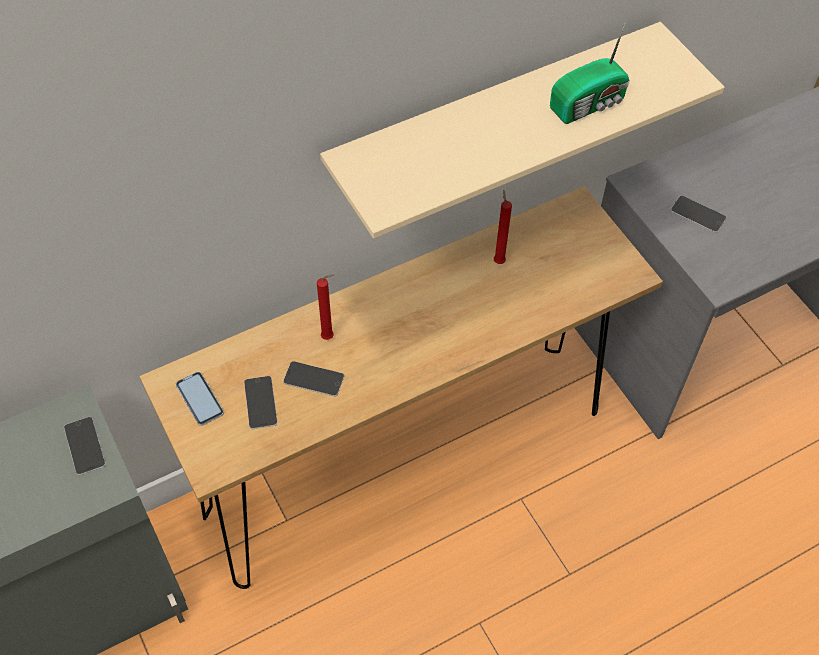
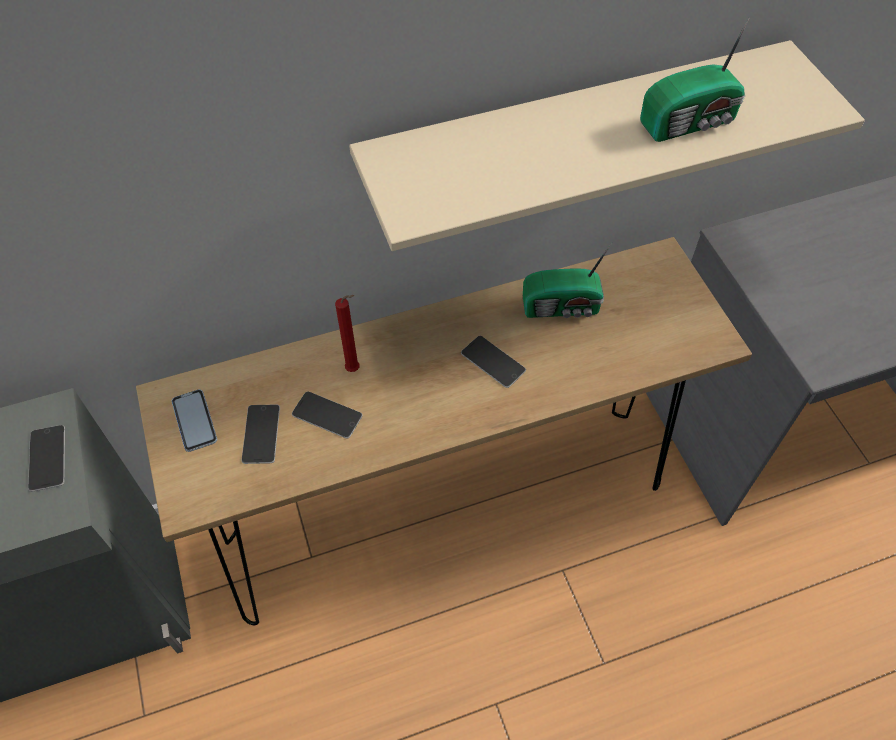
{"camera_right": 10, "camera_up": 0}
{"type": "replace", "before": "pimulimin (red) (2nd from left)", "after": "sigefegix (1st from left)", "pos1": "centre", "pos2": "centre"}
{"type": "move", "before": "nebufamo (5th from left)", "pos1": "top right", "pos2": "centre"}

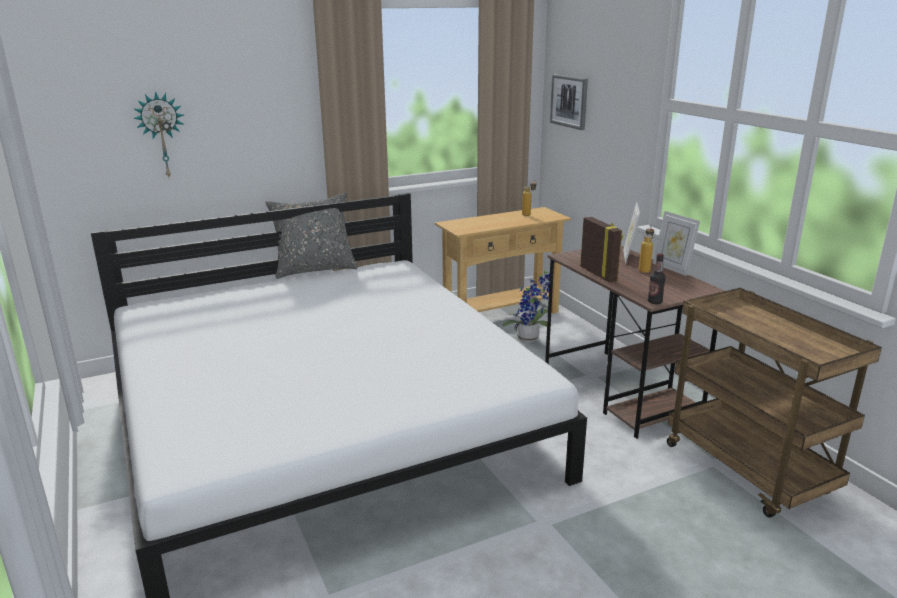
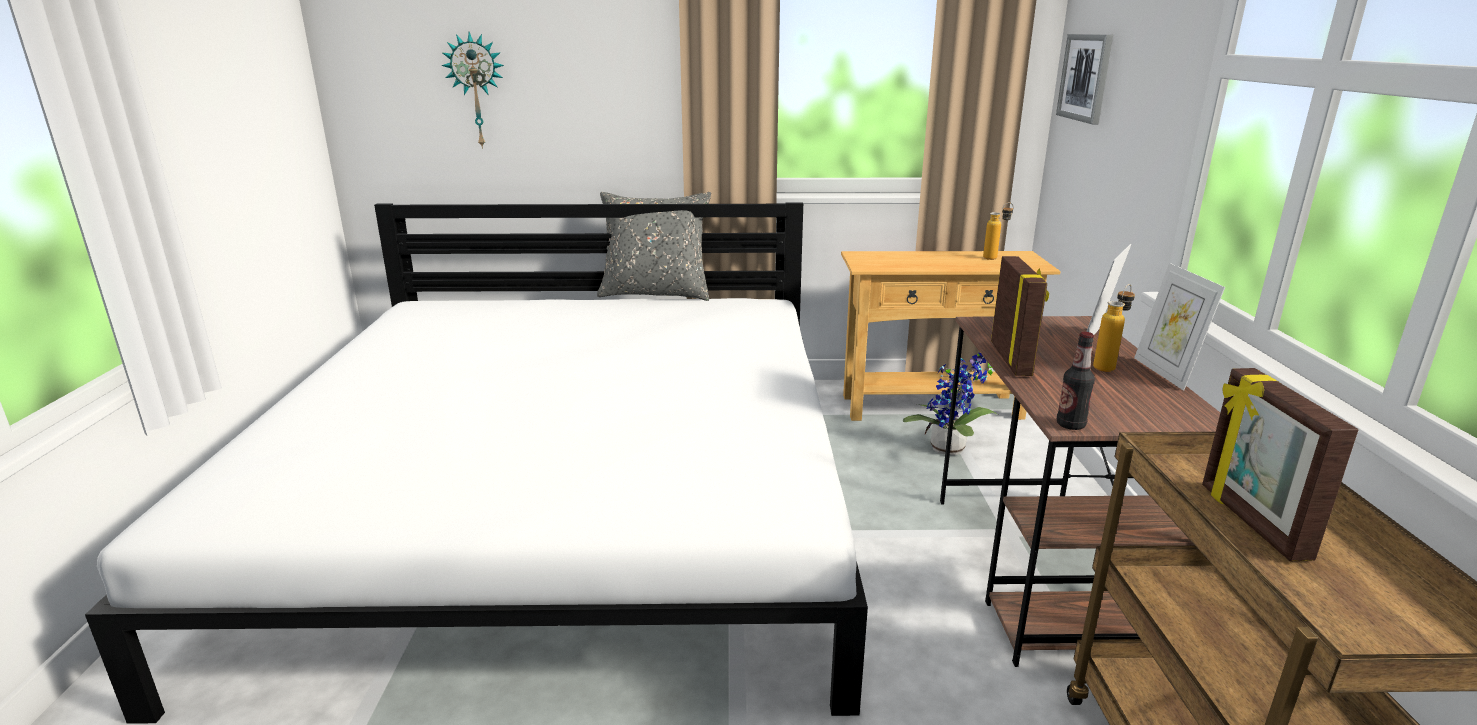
{"camera_right": 25, "camera_up": 0}
{"type": "insert", "after": "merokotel (4th from left)", "pos2": "middle right"}

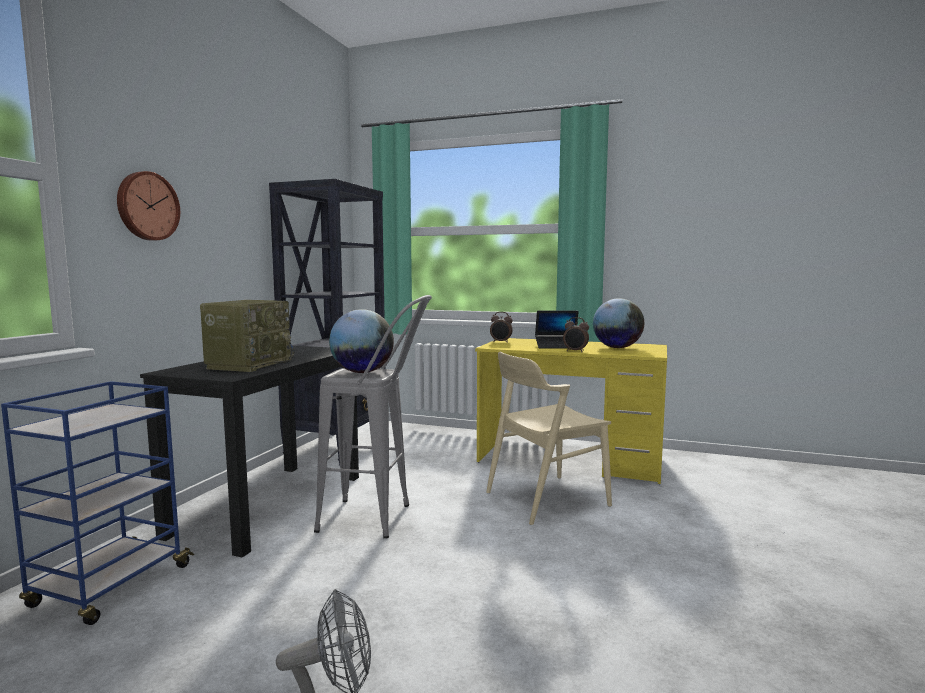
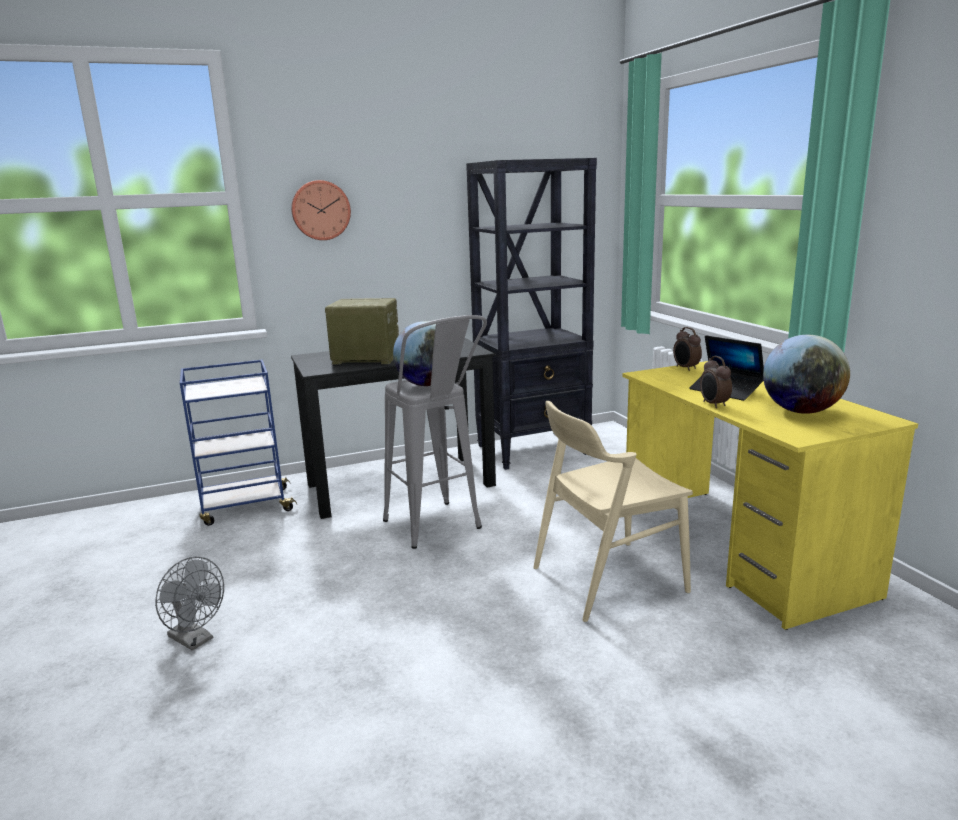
{"camera_right": 50, "camera_up": 10}
{"type": "rotate", "before": "sigefegix", "pos1": "middle left", "pos2": "centre", "turn": -150}
{"type": "rotate", "before": "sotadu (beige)", "pos1": "centre", "pos2": "centre", "turn": -45}

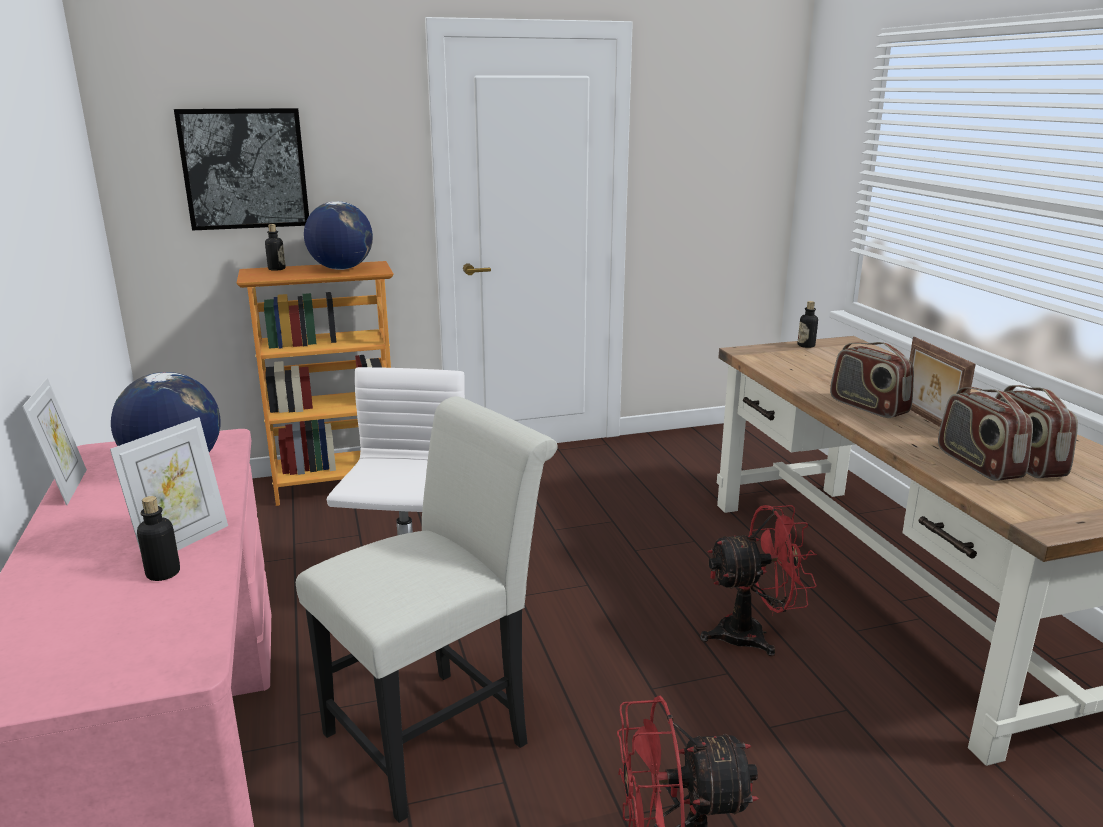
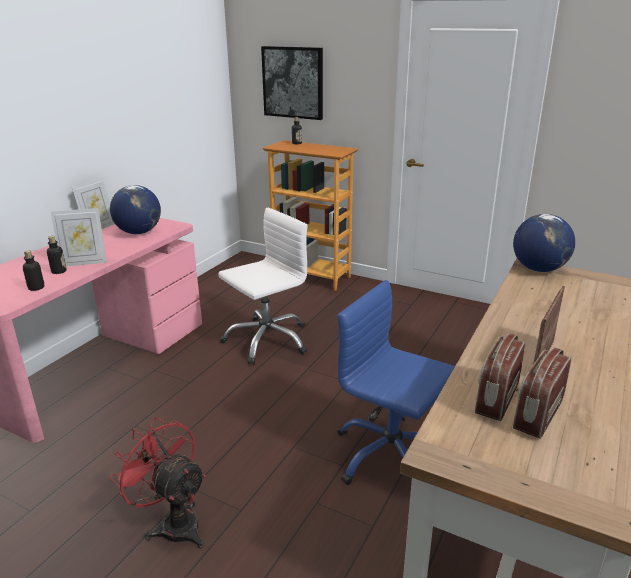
{"camera_right": 45, "camera_up": 5}
{"type": "delete", "before": "sotadu (white)", "pos1": "bottom centre"}
{"type": "move", "before": "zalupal (2nd from left)", "pos1": "top left", "pos2": "middle right"}
{"type": "replace", "before": "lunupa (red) (2nd from left)", "after": "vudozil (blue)", "pos1": "bottom right", "pos2": "centre"}
{"type": "move", "before": "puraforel (3rd from left in the first image)", "after": "puraforel (1st from left)", "pos1": "middle right", "pos2": "middle left"}
{"type": "delete", "before": "sigefegix (1st from left)", "pos1": "middle right"}

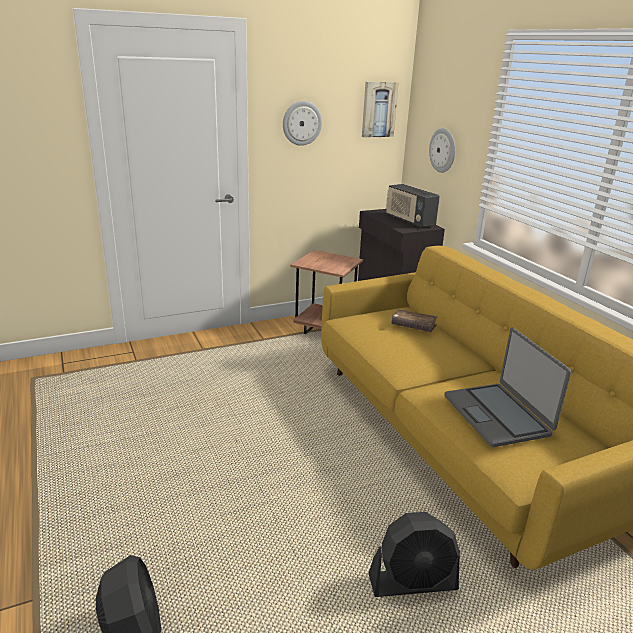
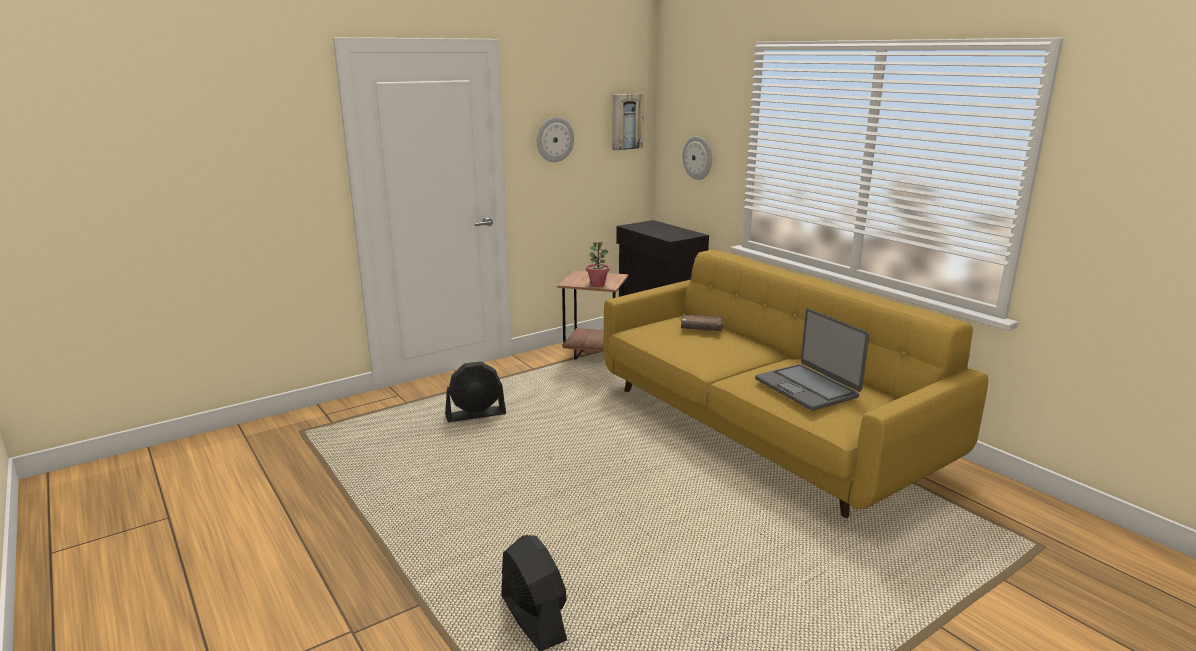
{"camera_right": -10, "camera_up": -5}
{"type": "move", "before": "lunupa (black) (2nd from left in the first image)", "after": "lunupa (black) (1st from left)", "pos1": "bottom centre", "pos2": "centre"}
{"type": "delete", "before": "sigefegix", "pos1": "top centre"}
{"type": "insert", "after": "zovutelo", "pos2": "centre"}

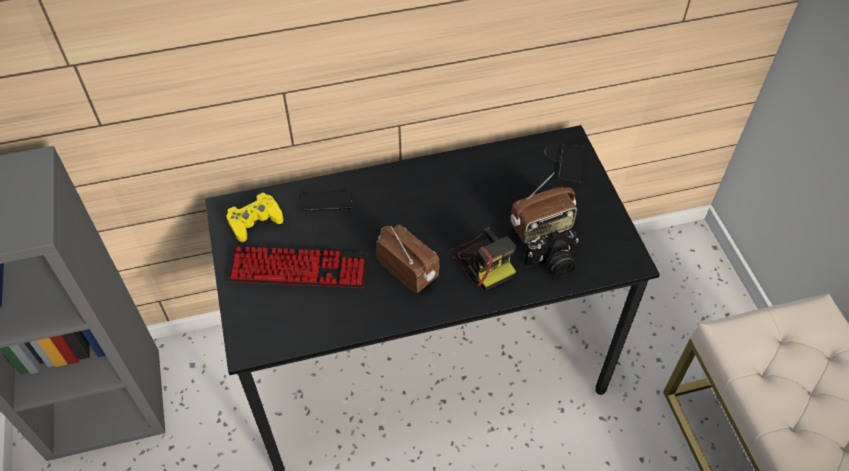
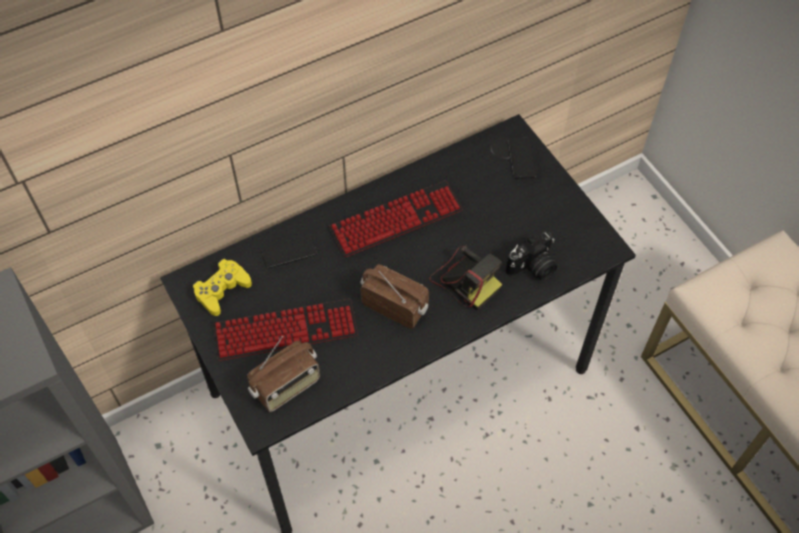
{"camera_right": -15, "camera_up": 5}
{"type": "move", "before": "sigefegix (2nd from left in the first image)", "after": "sigefegix (1st from left)", "pos1": "centre", "pos2": "bottom centre"}
{"type": "insert", "after": "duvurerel (2nd from left)", "pos2": "centre"}

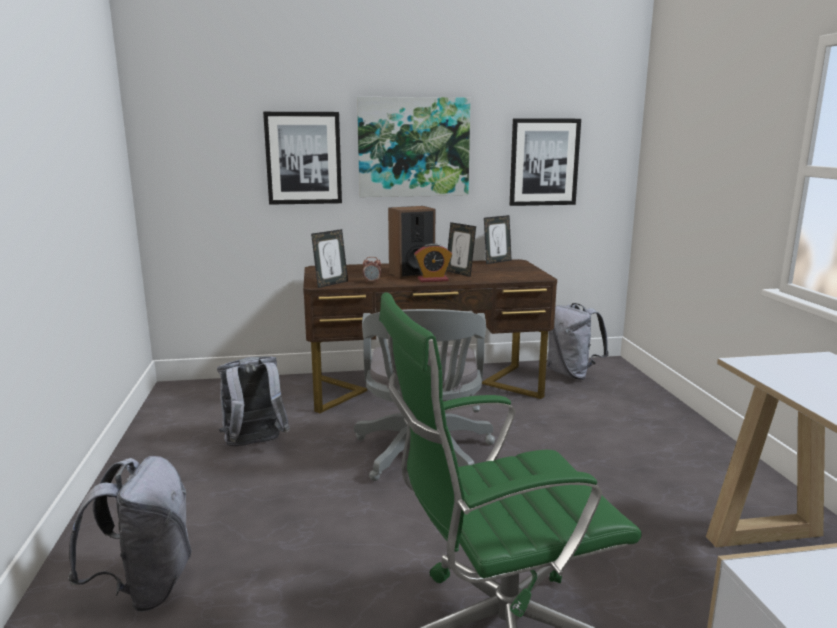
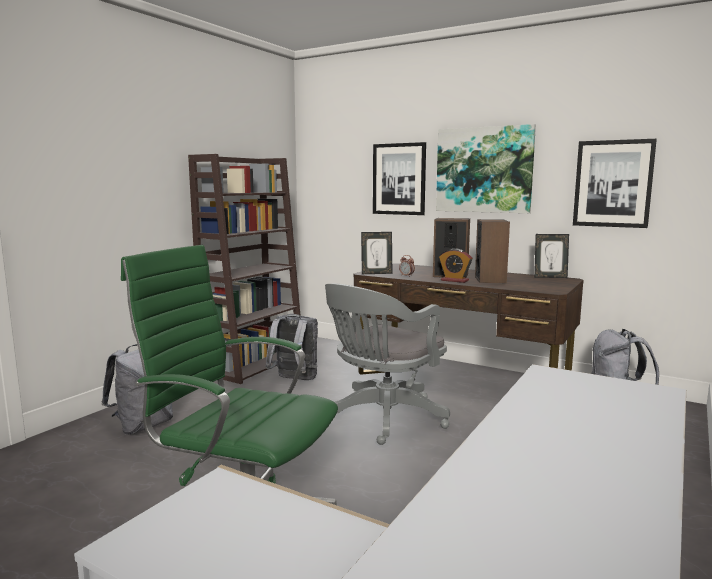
{"camera_right": 40, "camera_up": -5}
{"type": "replace", "before": "merokotel (2nd from left)", "after": "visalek (2nd from left)", "pos1": "centre", "pos2": "middle right"}
{"type": "insert", "after": "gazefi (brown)", "pos2": "centre"}

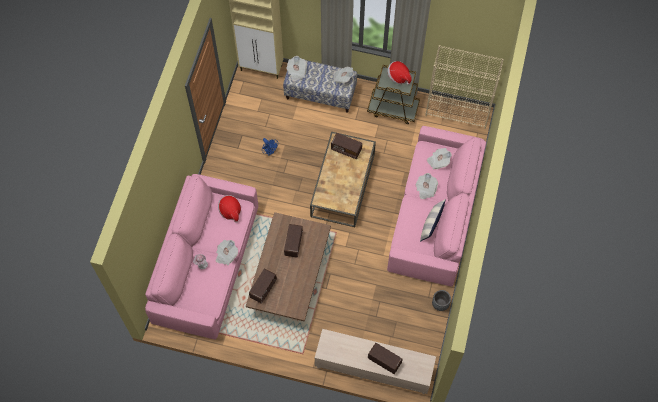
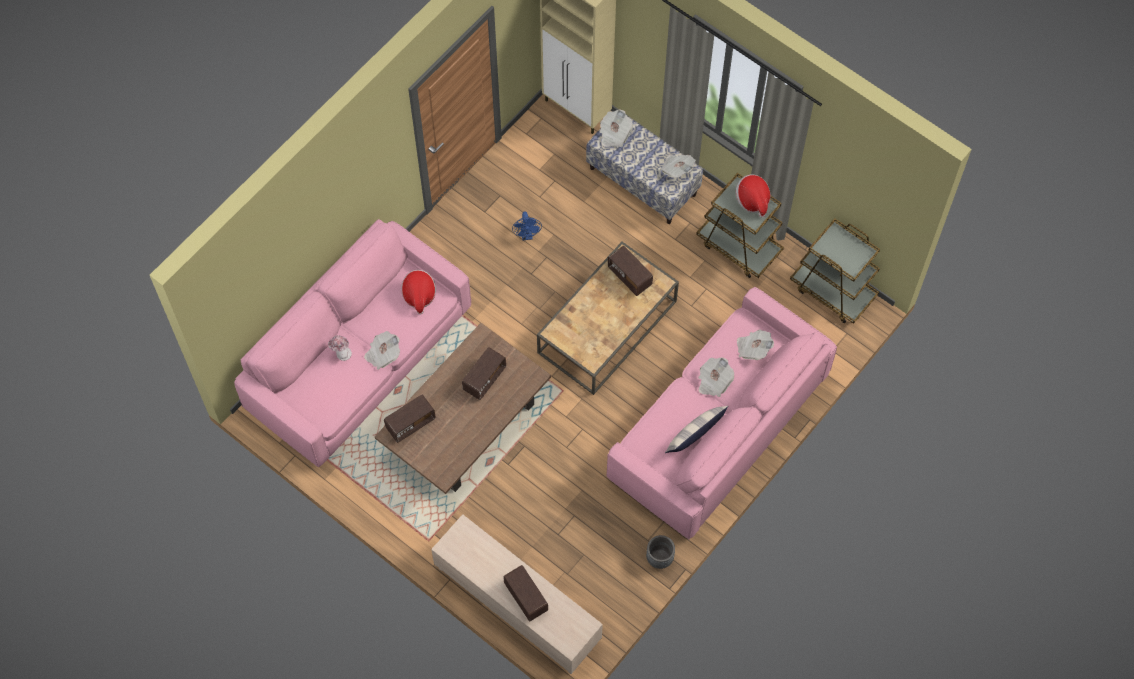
{"camera_right": 25, "camera_up": 0}
{"type": "replace", "before": "gazefi (beige)", "after": "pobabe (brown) (2nd from left)", "pos1": "top right", "pos2": "middle right"}

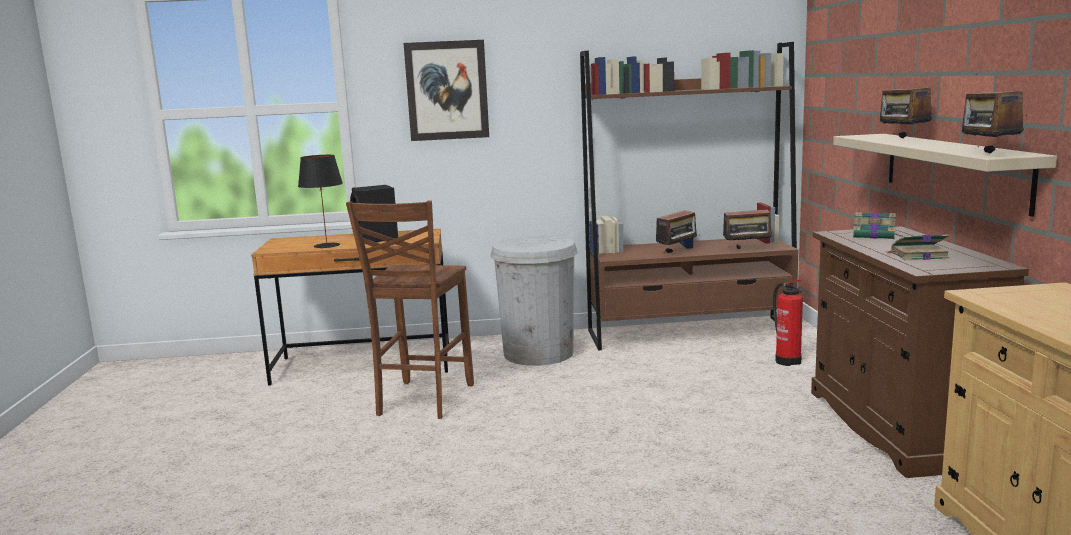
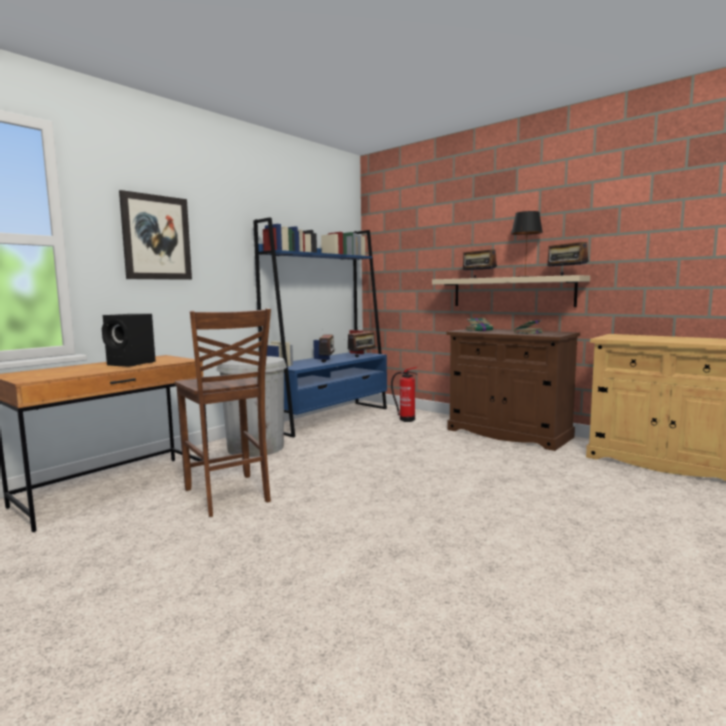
{"camera_right": -45, "camera_up": -5}
{"type": "move", "before": "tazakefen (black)", "pos1": "middle left", "pos2": "middle right"}
{"type": "recolor", "before": "gazefi (brown)", "after": "gazefi (blue)", "pos1": "centre", "pos2": "centre"}

